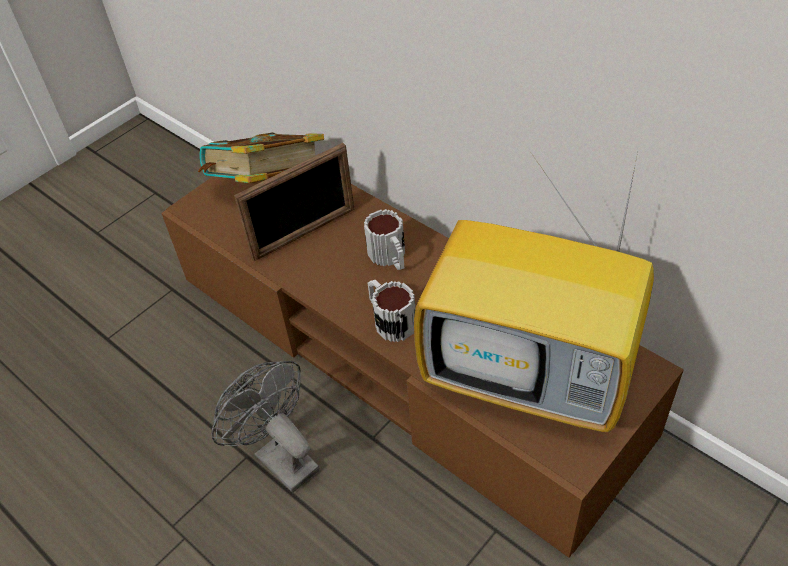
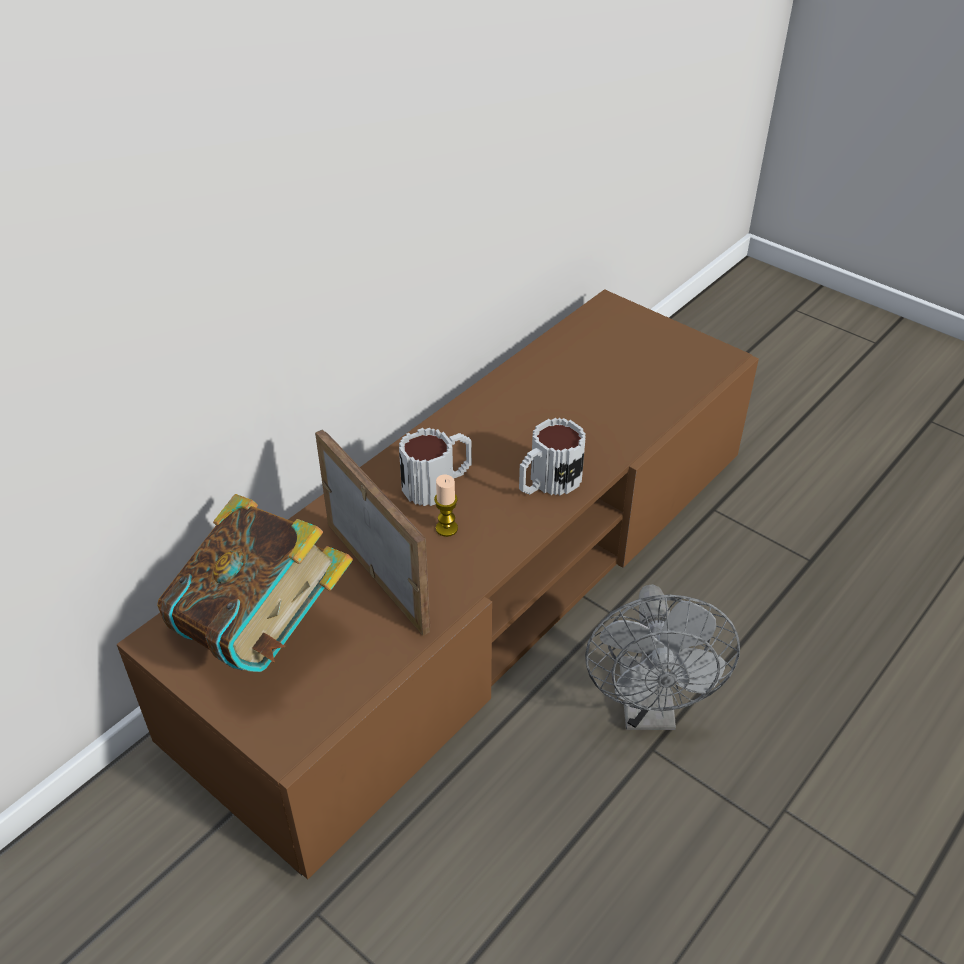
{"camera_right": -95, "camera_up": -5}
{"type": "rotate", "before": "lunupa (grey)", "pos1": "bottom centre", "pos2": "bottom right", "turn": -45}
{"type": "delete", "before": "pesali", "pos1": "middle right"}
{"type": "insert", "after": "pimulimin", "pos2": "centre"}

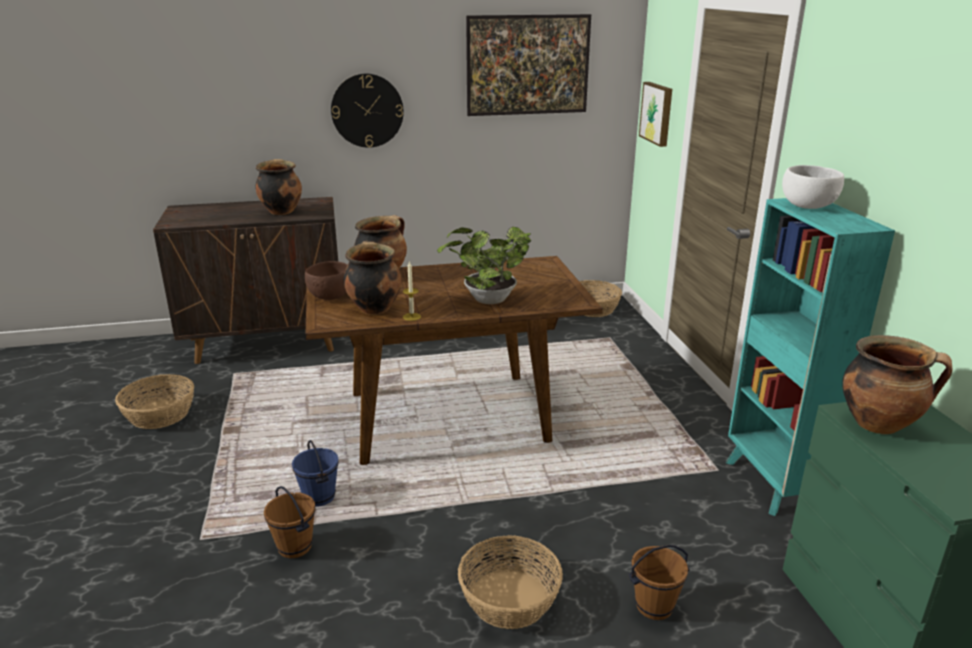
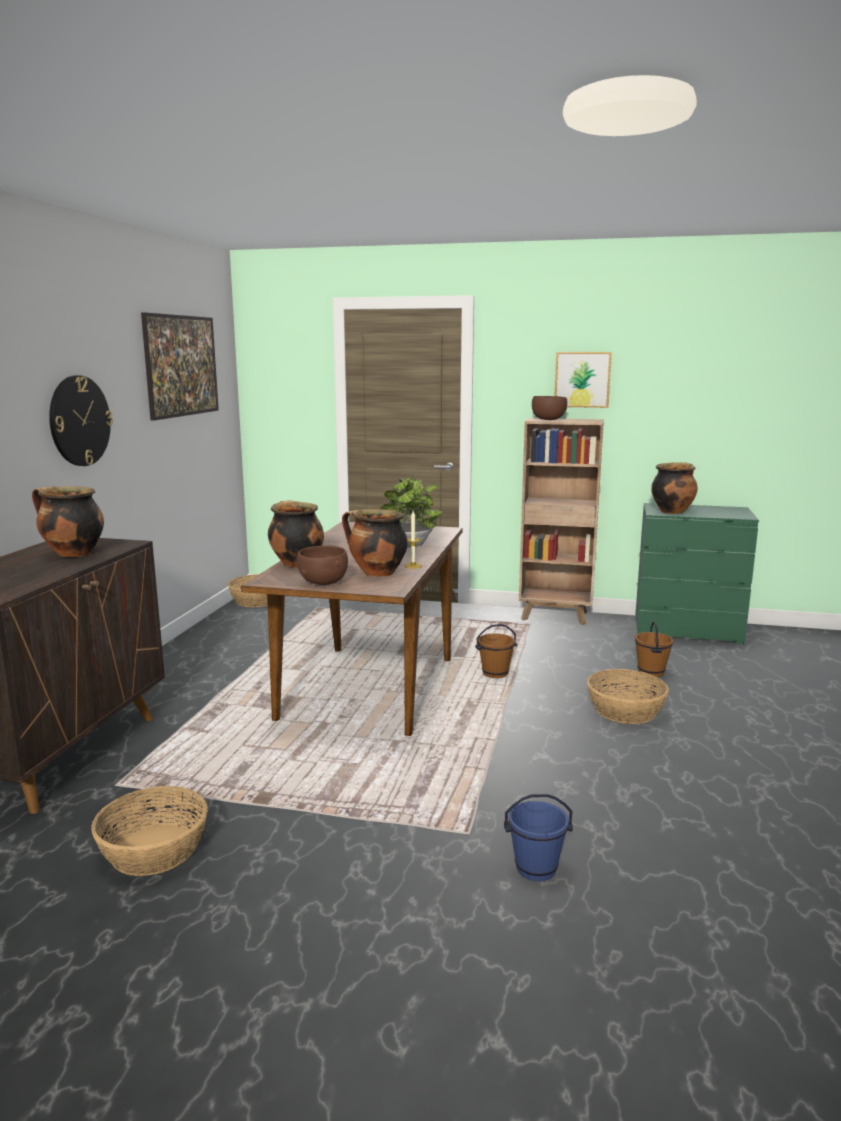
{"camera_right": -65, "camera_up": -10}
{"type": "move", "before": "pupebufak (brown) (1st from left)", "pos1": "bottom left", "pos2": "centre"}
{"type": "move", "before": "pupebufak (blue)", "pos1": "bottom left", "pos2": "bottom centre"}
{"type": "move", "before": "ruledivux (2nd from left)", "pos1": "top right", "pos2": "middle right"}
{"type": "recolor", "before": "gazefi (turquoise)", "after": "gazefi (brown)", "pos1": "middle right", "pos2": "middle right"}
{"type": "recolor", "before": "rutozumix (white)", "after": "rutozumix (brown) (2nd from left)", "pos1": "top right", "pos2": "centre"}

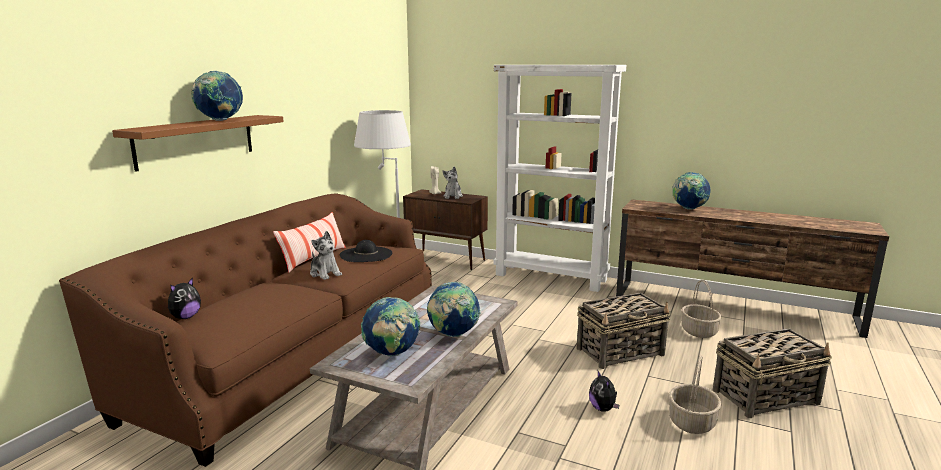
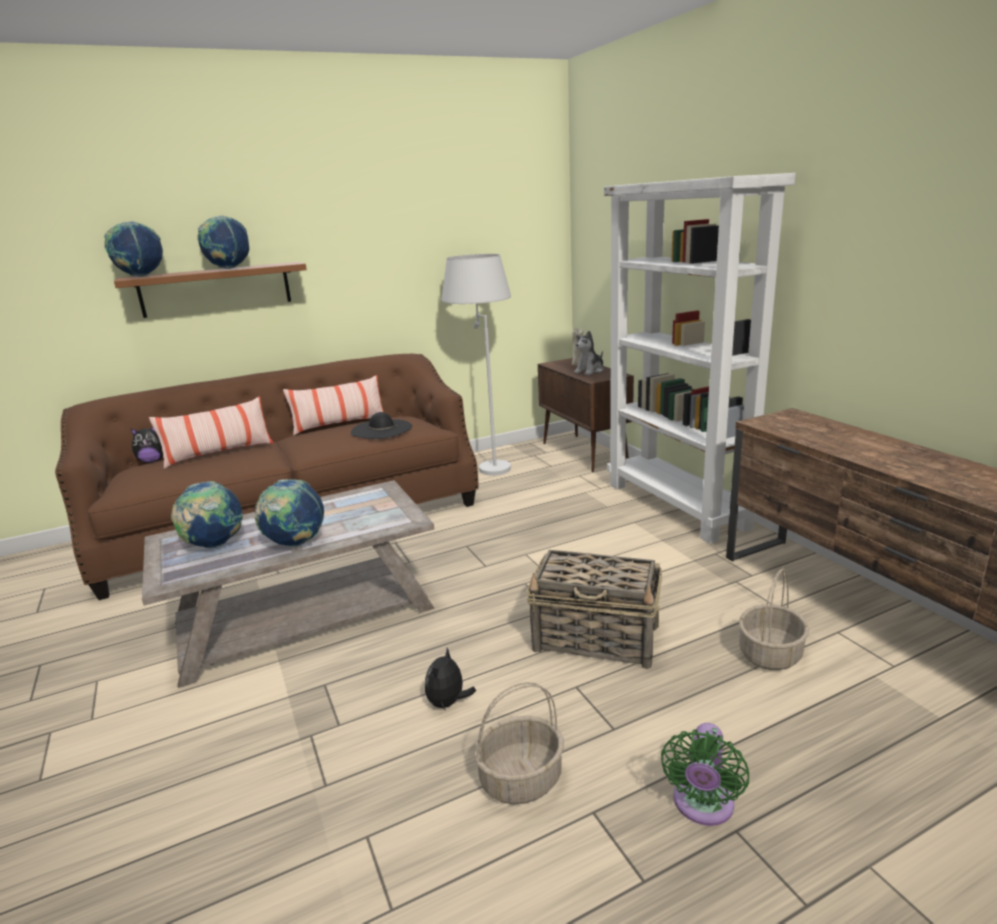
{"camera_right": 40, "camera_up": 5}
{"type": "delete", "before": "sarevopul (2nd from left)", "pos1": "centre"}
{"type": "move", "before": "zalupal (4th from left in the first image)", "after": "zalupal (1st from left)", "pos1": "middle right", "pos2": "top left"}
{"type": "replace", "before": "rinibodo (4th from left)", "after": "lunupa (green)", "pos1": "bottom right", "pos2": "bottom right"}
{"type": "insert", "after": "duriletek (1st from left)", "pos2": "middle left"}

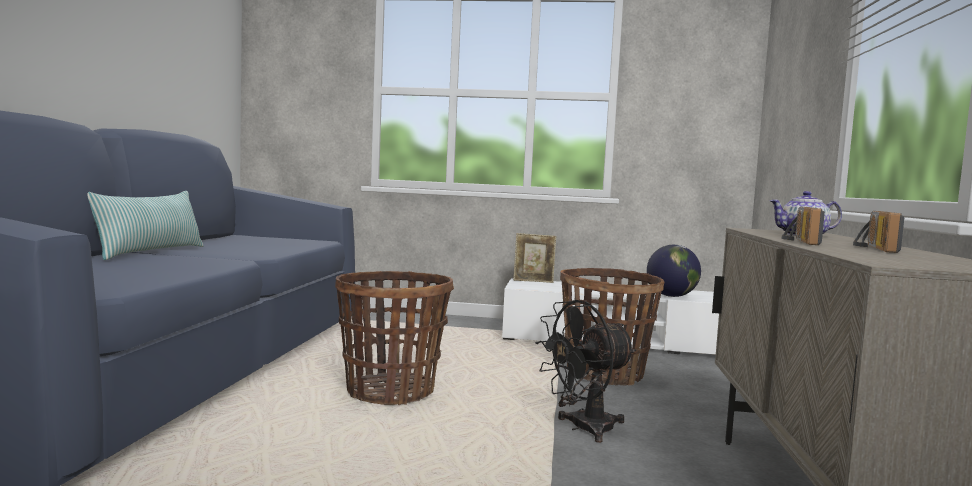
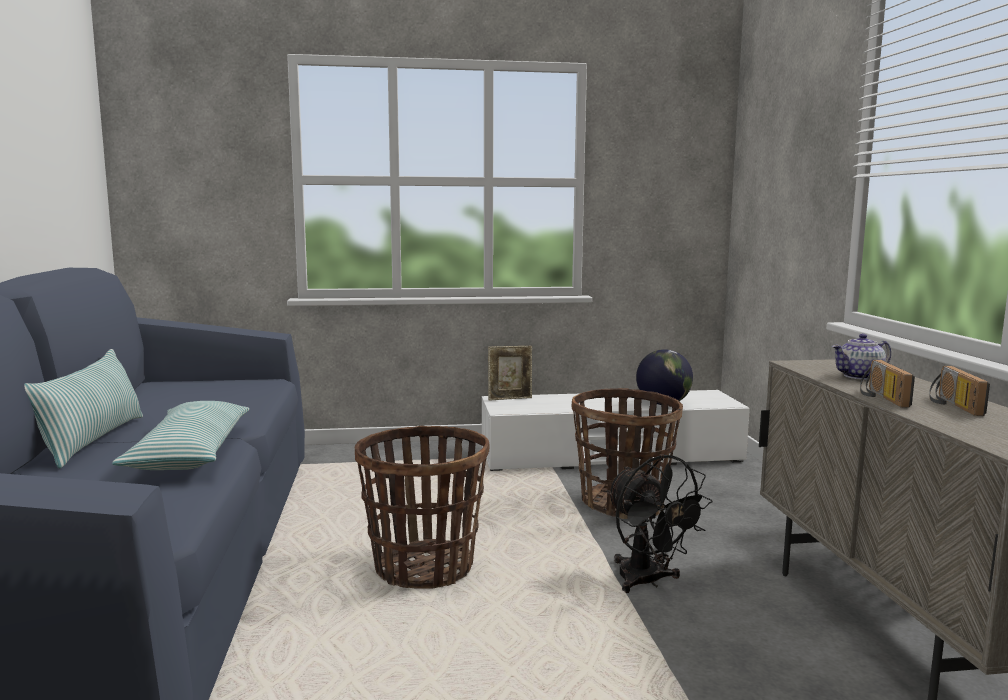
{"camera_right": -15, "camera_up": 5}
{"type": "rotate", "before": "lunupa (black)", "pos1": "bottom centre", "pos2": "bottom centre", "turn": -75}
{"type": "insert", "after": "duriletek (2nd from left)", "pos2": "middle left"}

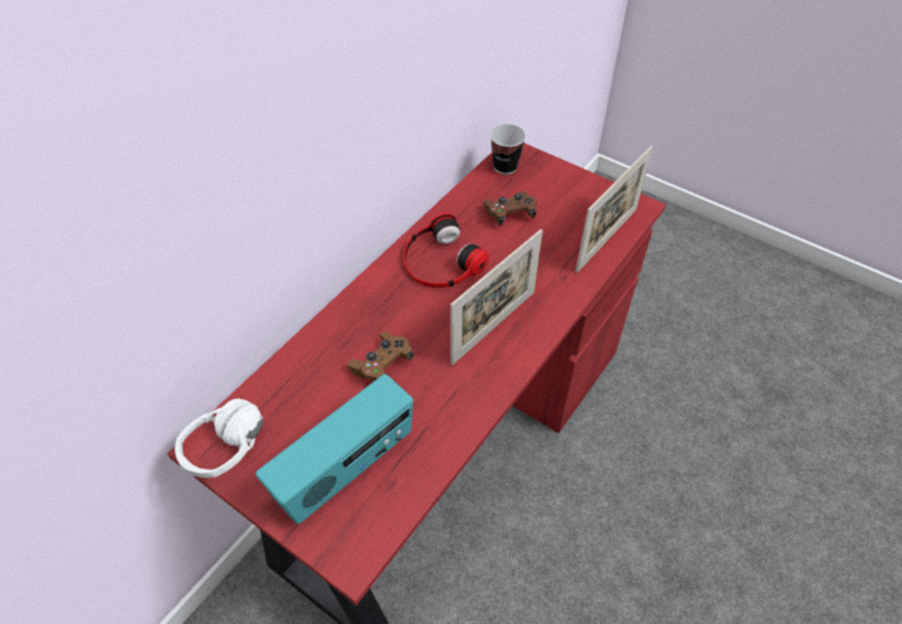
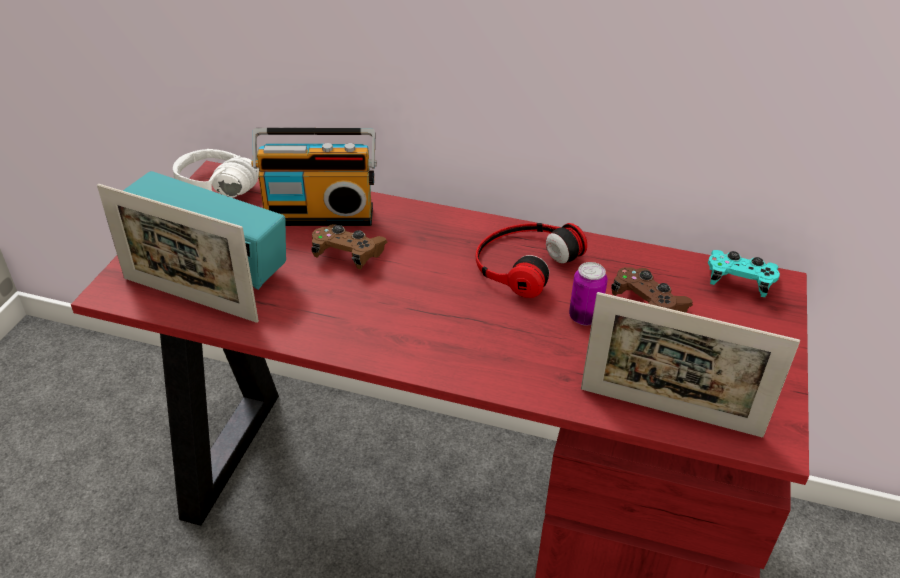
{"camera_right": 70, "camera_up": -10}
{"type": "move", "before": "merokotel (1st from left)", "pos1": "centre", "pos2": "middle left"}
{"type": "replace", "before": "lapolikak", "after": "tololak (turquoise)", "pos1": "top centre", "pos2": "middle right"}
{"type": "insert", "after": "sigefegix (2nd from left)", "pos2": "top centre"}
{"type": "insert", "after": "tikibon", "pos2": "centre"}

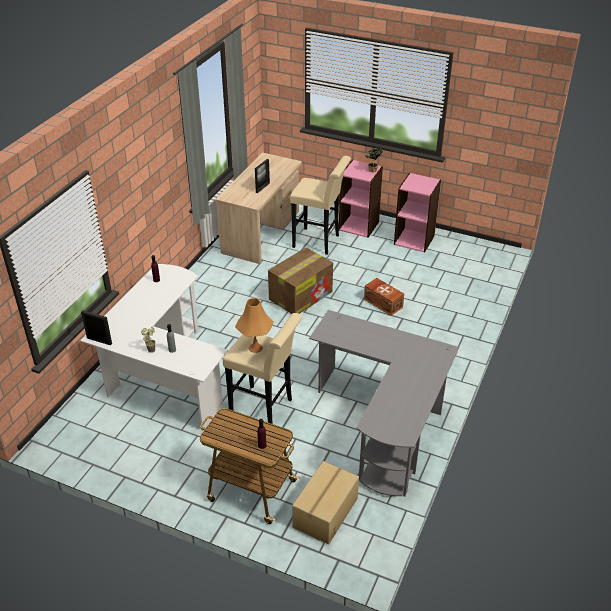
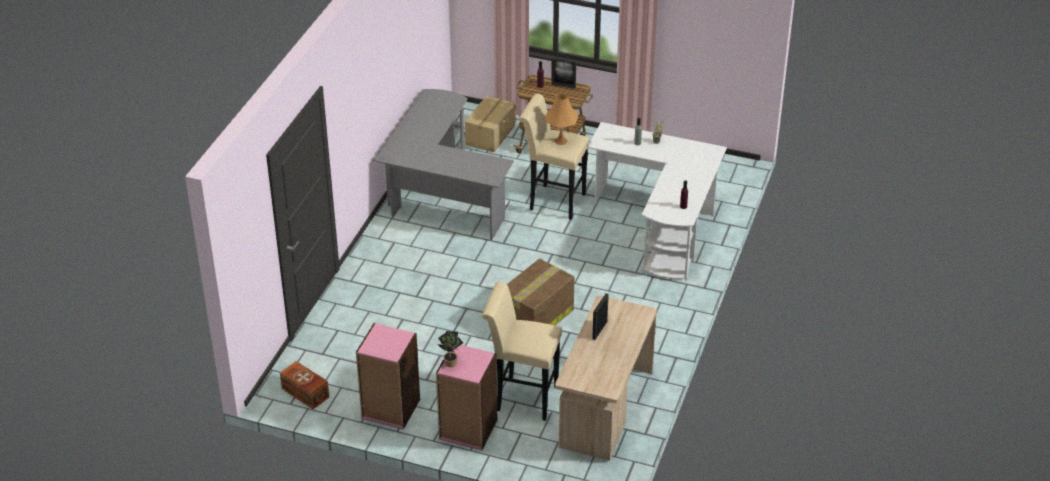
{"camera_right": 175, "camera_up": 0}
{"type": "move", "before": "merokotel (1st from left)", "pos1": "middle left", "pos2": "top centre"}
{"type": "move", "before": "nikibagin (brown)", "pos1": "centre", "pos2": "bottom left"}

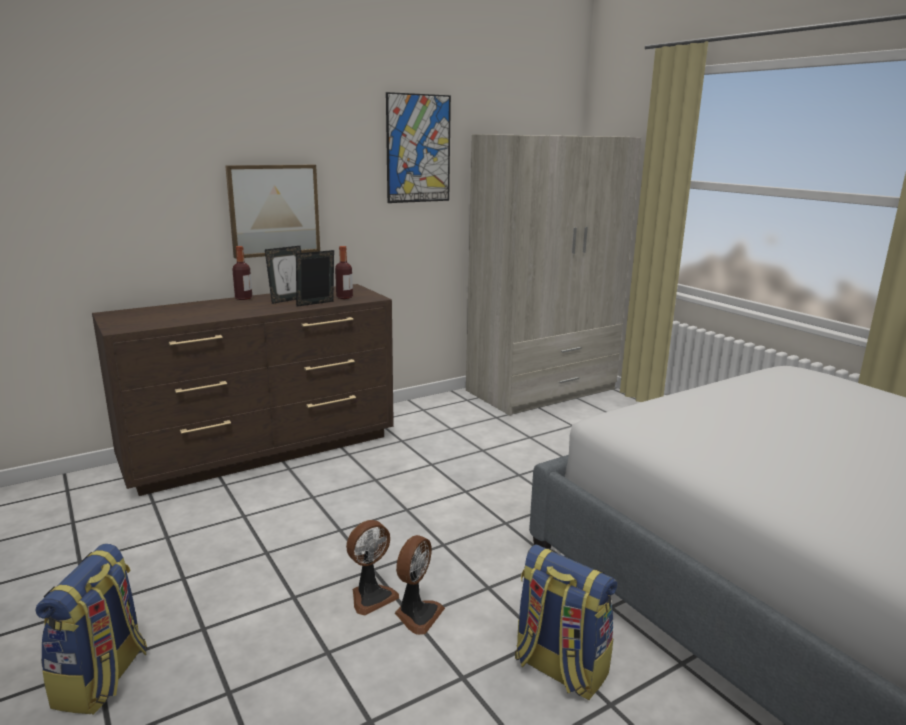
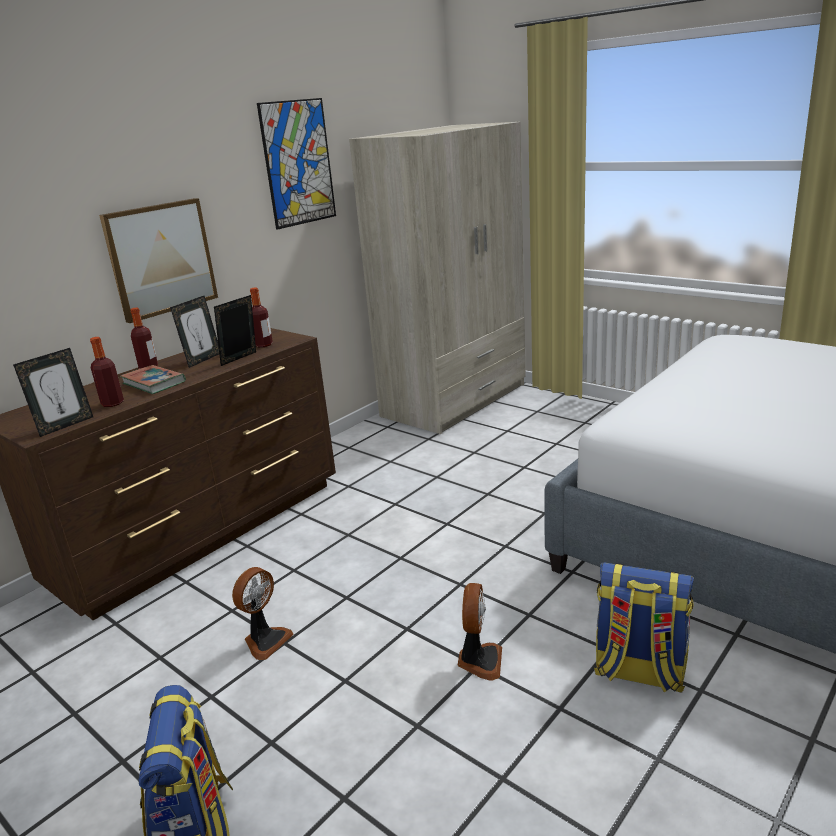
{"camera_right": -15, "camera_up": 5}
{"type": "move", "before": "lunupa (1st from left)", "pos1": "bottom centre", "pos2": "bottom left"}
{"type": "insert", "after": "merokotel (1st from left)", "pos2": "middle left"}
{"type": "insert", "after": "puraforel (1st from left)", "pos2": "middle left"}
{"type": "insert", "after": "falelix", "pos2": "middle left"}

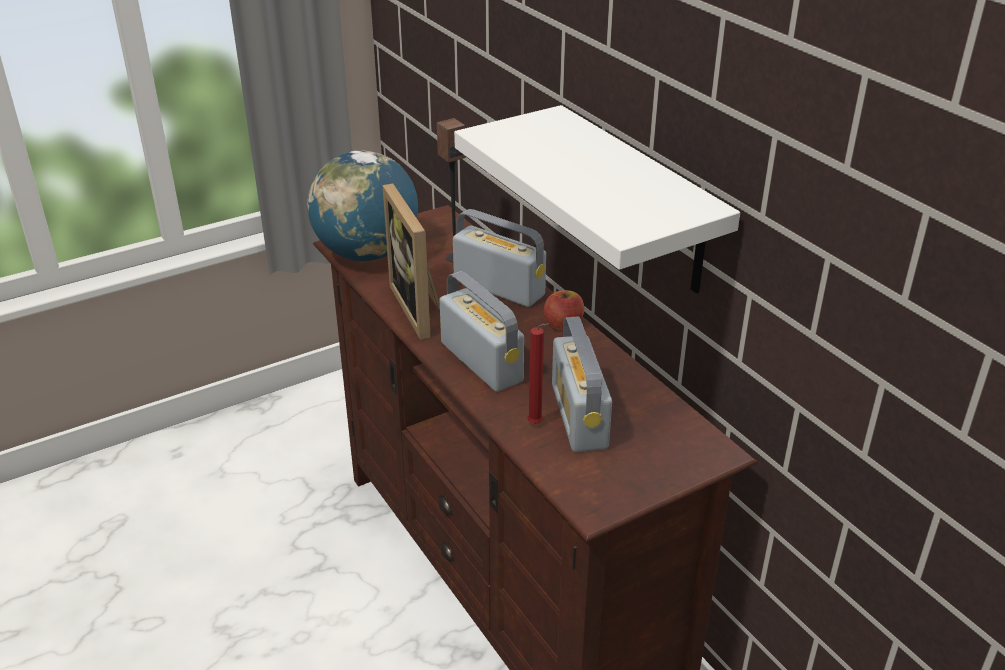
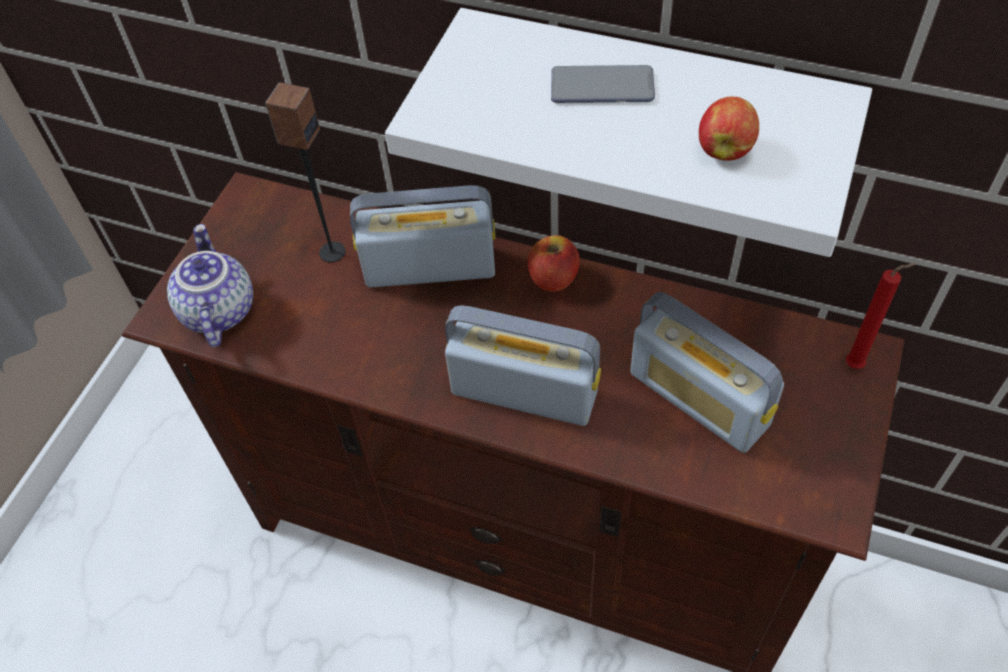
{"camera_right": -35, "camera_up": 20}
{"type": "replace", "before": "zalupal", "after": "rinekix", "pos1": "top centre", "pos2": "middle left"}
{"type": "delete", "before": "merokotel", "pos1": "centre"}
{"type": "move", "before": "pimulimin (red)", "pos1": "centre", "pos2": "middle right"}
{"type": "insert", "after": "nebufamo", "pos2": "top centre"}
{"type": "insert", "after": "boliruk (2nd from left)", "pos2": "top right"}

